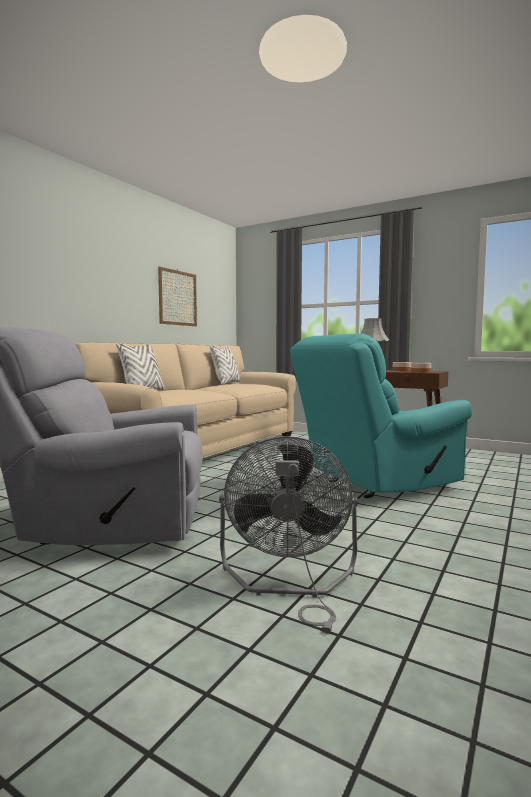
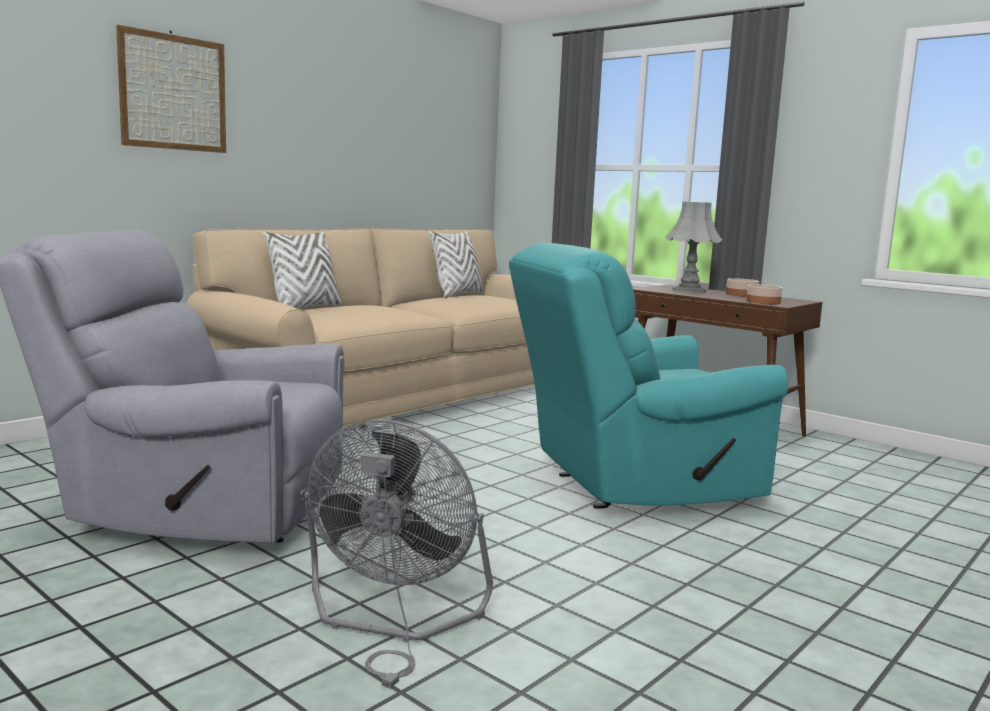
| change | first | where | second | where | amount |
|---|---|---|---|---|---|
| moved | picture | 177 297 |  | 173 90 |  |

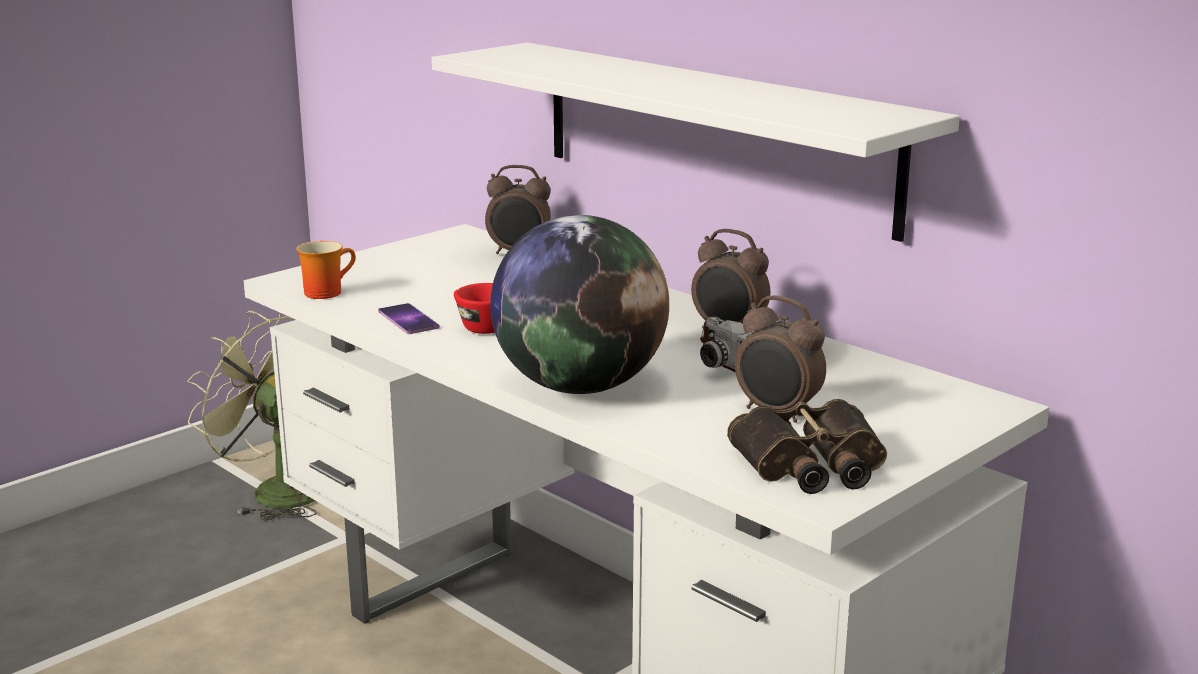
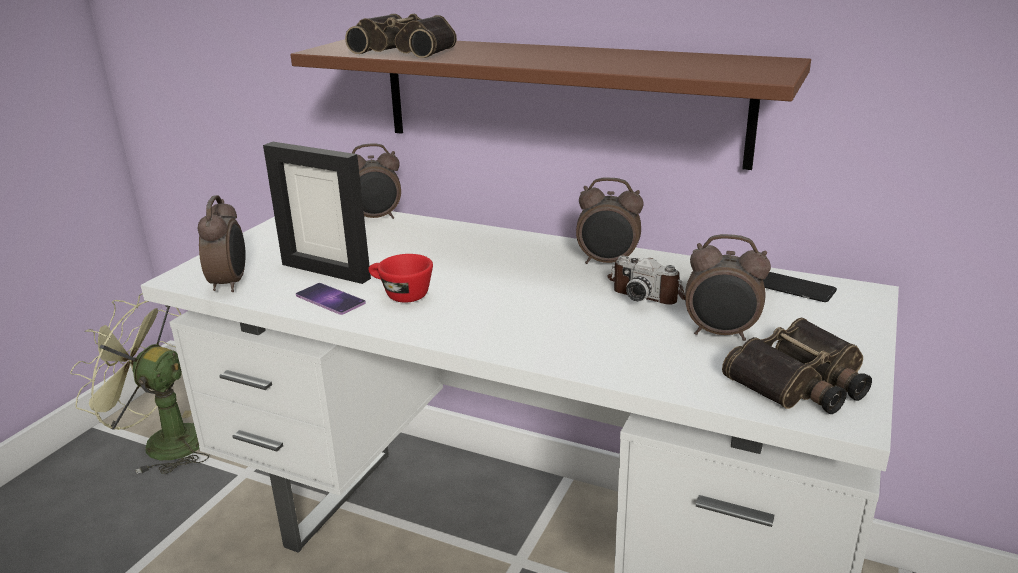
| change | first | where | second | where | amount |
|---|---|---|---|---|---|
| replaced | mug | 325 291 | alarm clock | 230 284 |  |
| added |  |  | picture frame | 327 270 |  |
| recoloured | white shelf | 713 134 | brown shelf | 558 98 |  |
| added |  |  | binoculars | 409 50 |  |
| added |  |  | phone | 795 288 |  |
| removed | globe | 580 386 |  |  |  |

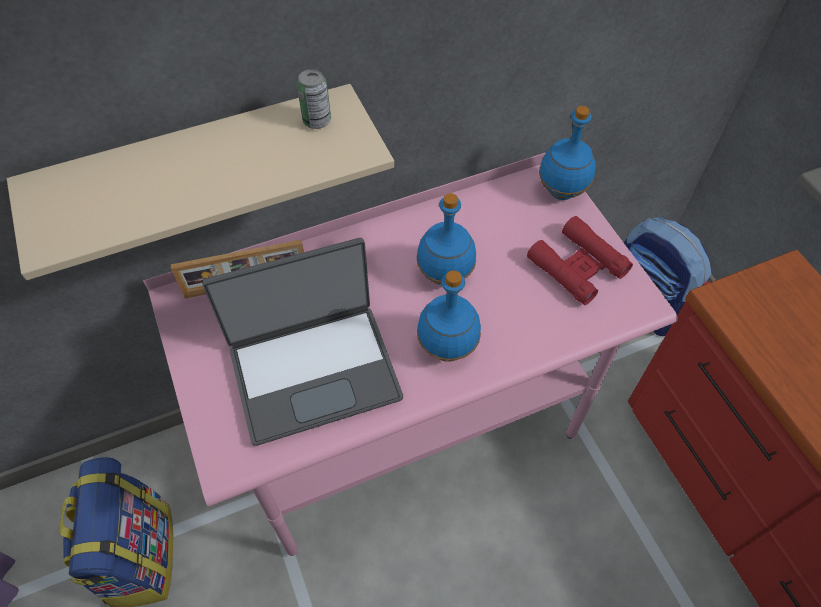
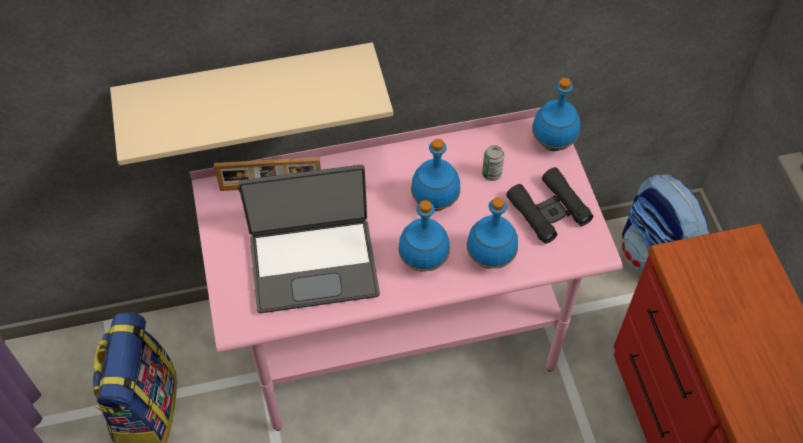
| change | first | where | second | where | amount |
|---|---|---|---|---|---|
| added |  |  | blue bottle | 491 259 |  |
| moved | can | 317 121 |  | 491 174 |  |
| recoloured | red binoculars | 577 266 | black binoculars | 548 210 |  |

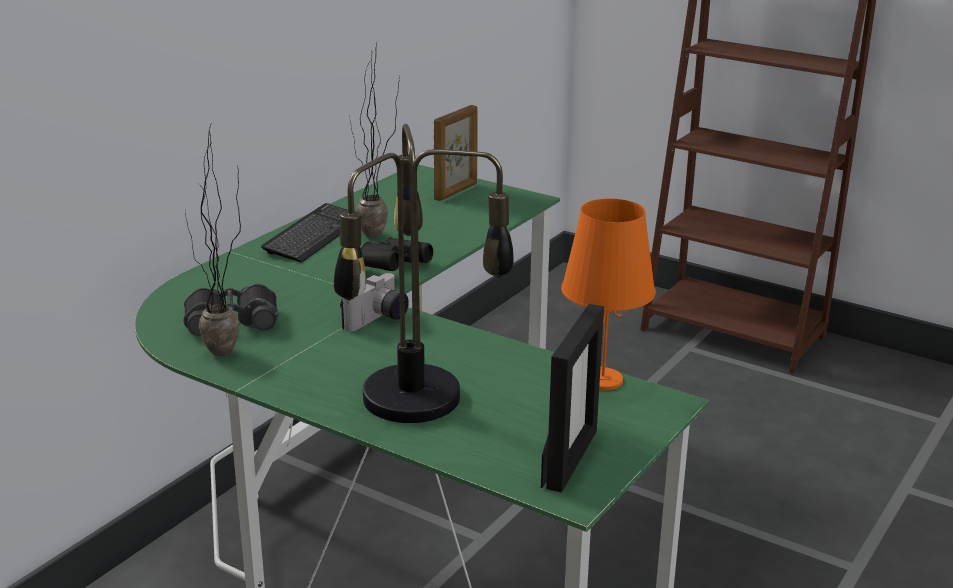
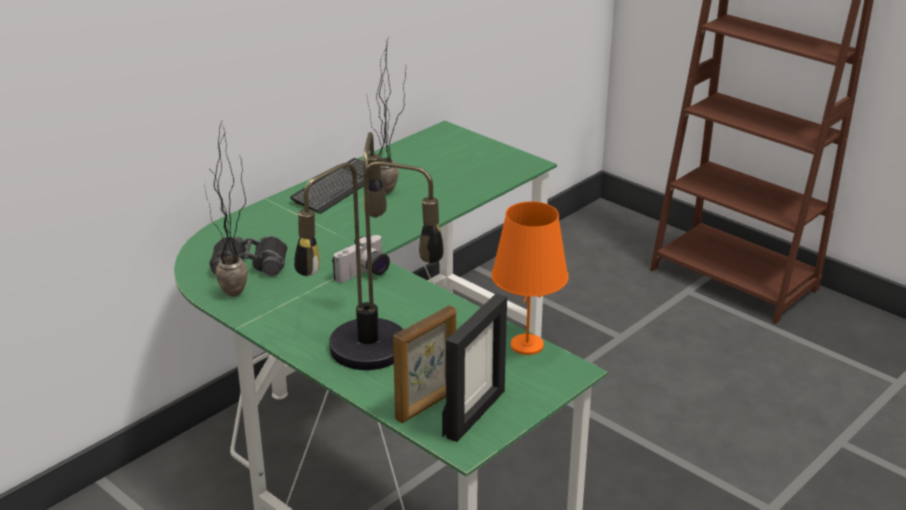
| change | first | where | second | where | amount |
|---|---|---|---|---|---|
| moved | picture frame | 456 191 |  | 427 405 |  |
| removed | black binoculars | 389 269 |  |  |  |

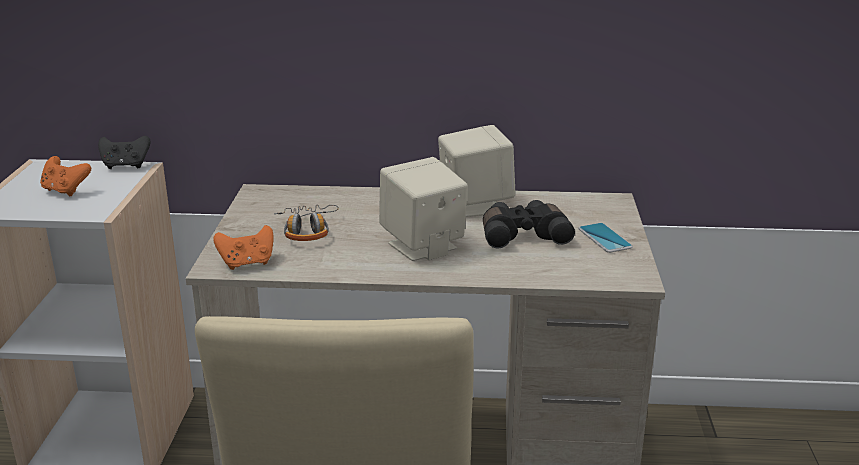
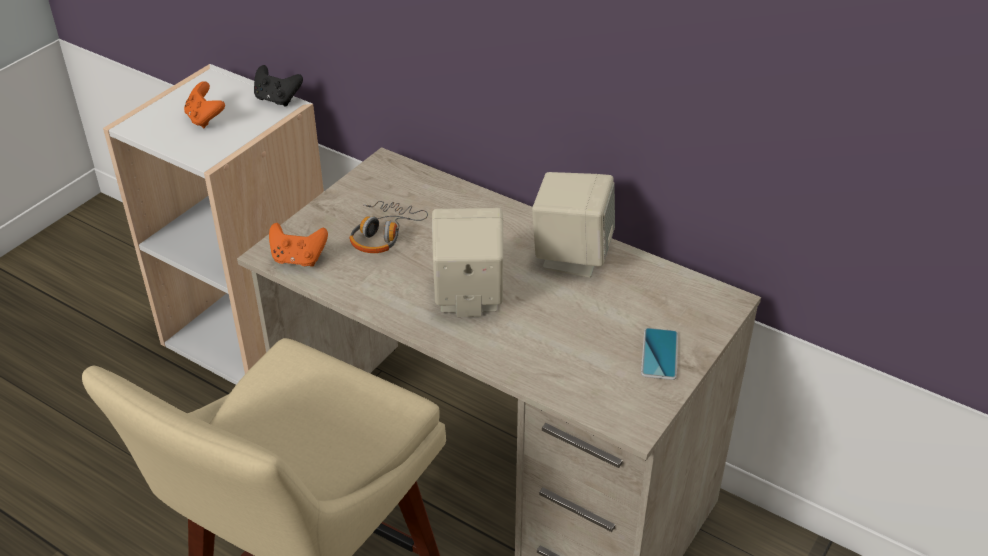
| change | first | where | second | where | amount |
|---|---|---|---|---|---|
| removed | black binoculars | 523 235 |  |  |  |

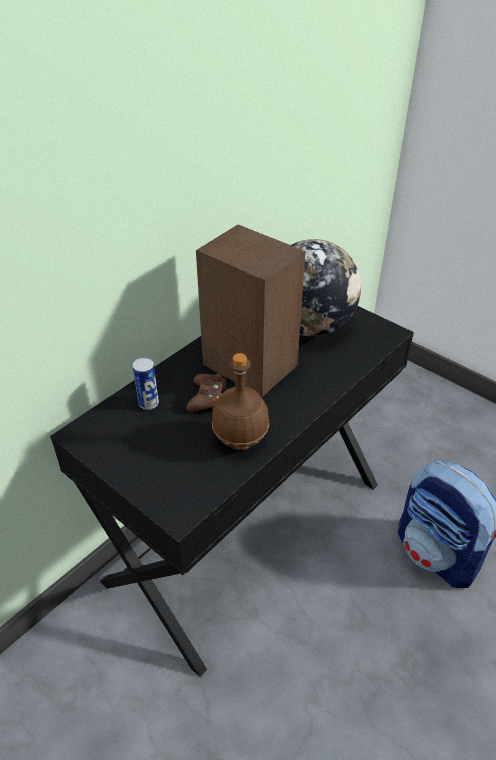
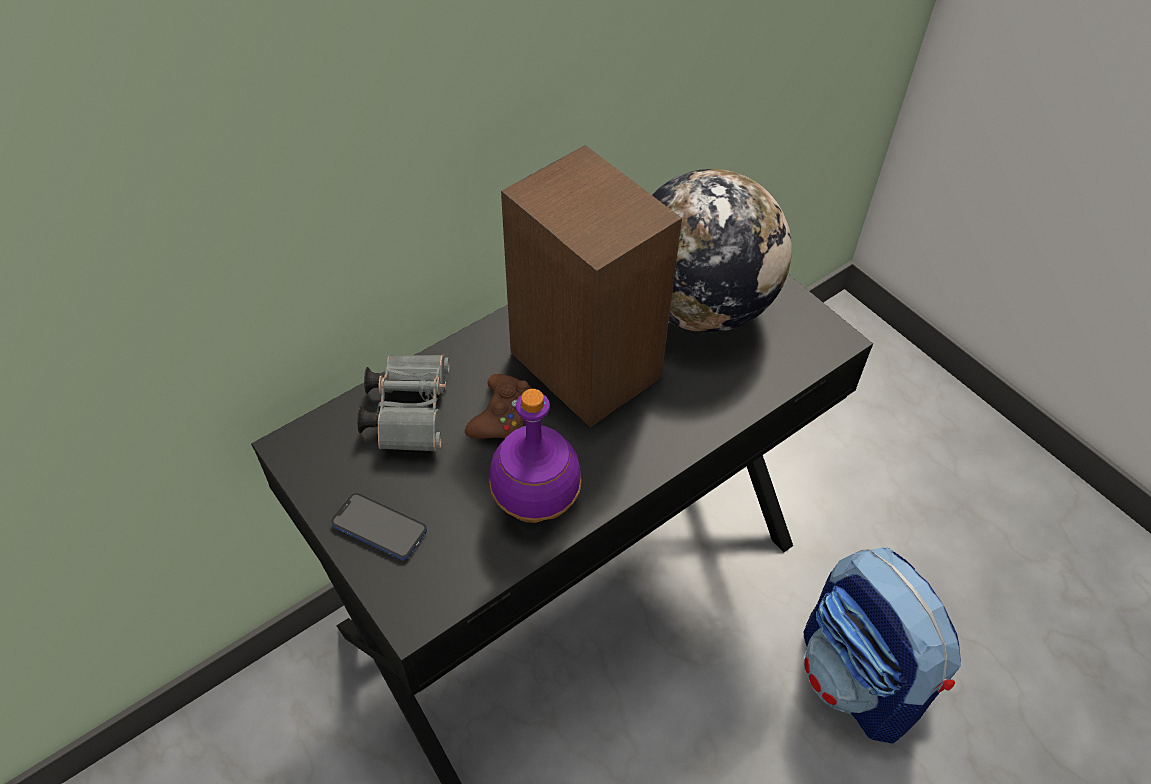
| change | first | where | second | where | amount |
|---|---|---|---|---|---|
| added |  |  | phone | 379 527 |  |
| replaced | can | 148 403 | grey binoculars | 410 411 |  |
| recoloured | brown bottle | 240 442 | purple bottle | 536 504 |  |

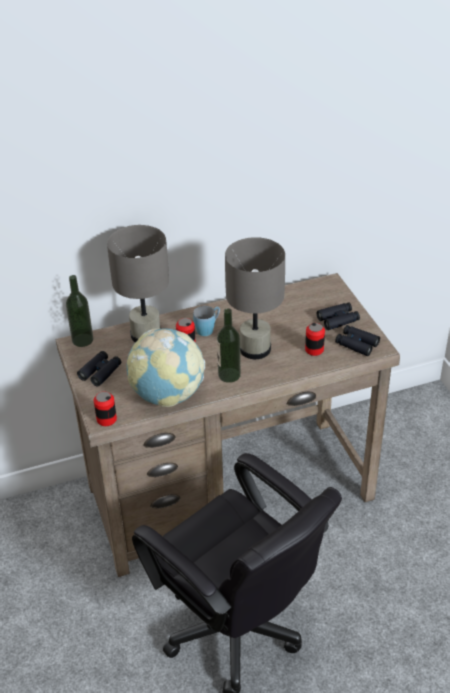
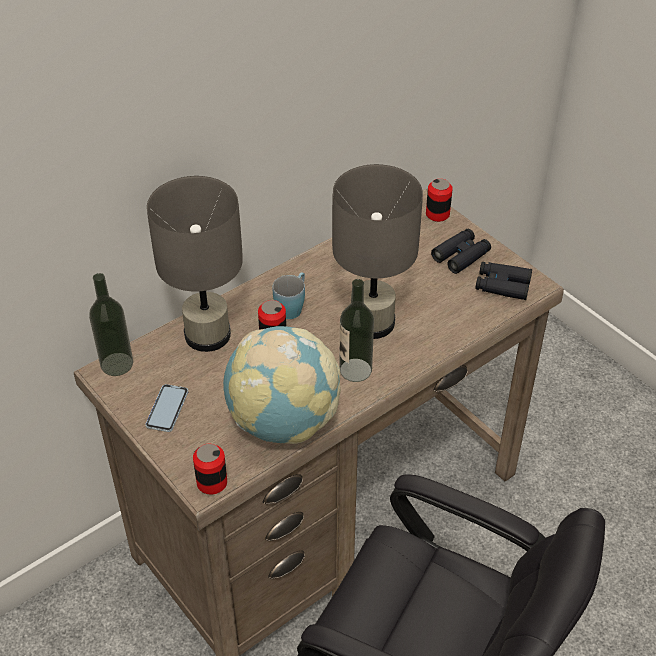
| change | first | where | second | where | amount |
|---|---|---|---|---|---|
| replaced | black binoculars | 100 372 | phone | 167 409 |  |
| moved | can | 314 350 |  | 437 214 |  |

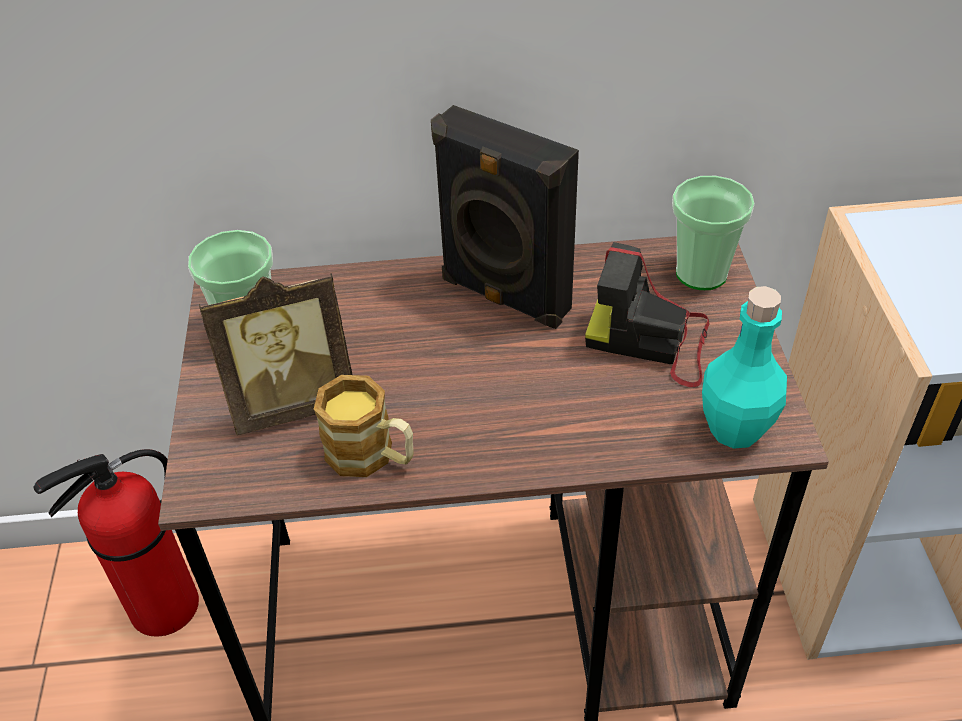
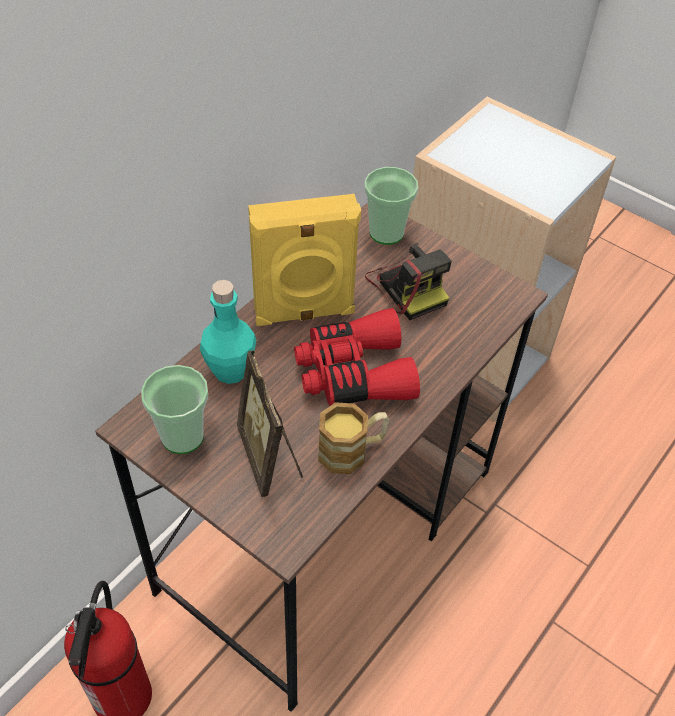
| change | first | where | second | where | amount |
|---|---|---|---|---|---|
| moved | turquoise bottle | 735 429 |  | 230 370 |  |
| turned | picture frame | 293 403 |  | 270 457 | 135 degrees clockwise |
| recoloured | black speaker | 503 297 | yellow speaker | 304 313 |  |
| added |  |  | red binoculars | 353 373 |  |
| turned | photo camera | 651 341 |  | 407 286 | 90 degrees counterclockwise |

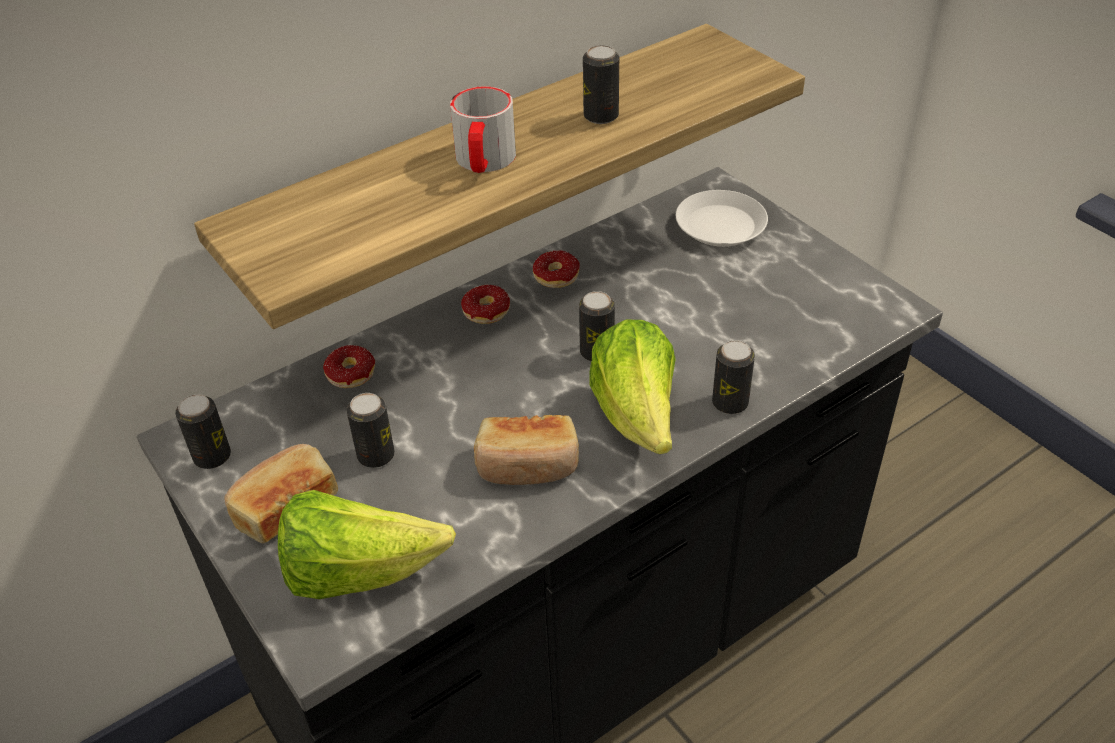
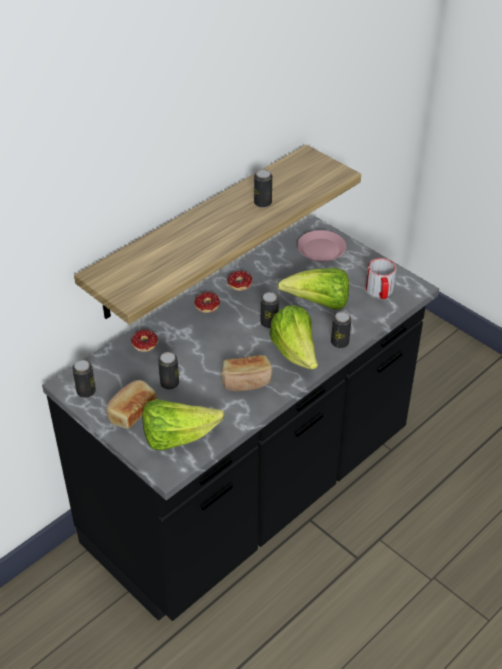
| change | first | where | second | where | amount |
|---|---|---|---|---|---|
| added |  |  | lettuce | 318 303 |  |
| recoloured | white plate | 720 226 | pink plate | 321 250 |  |
| moved | mug | 484 162 |  | 380 292 |  |

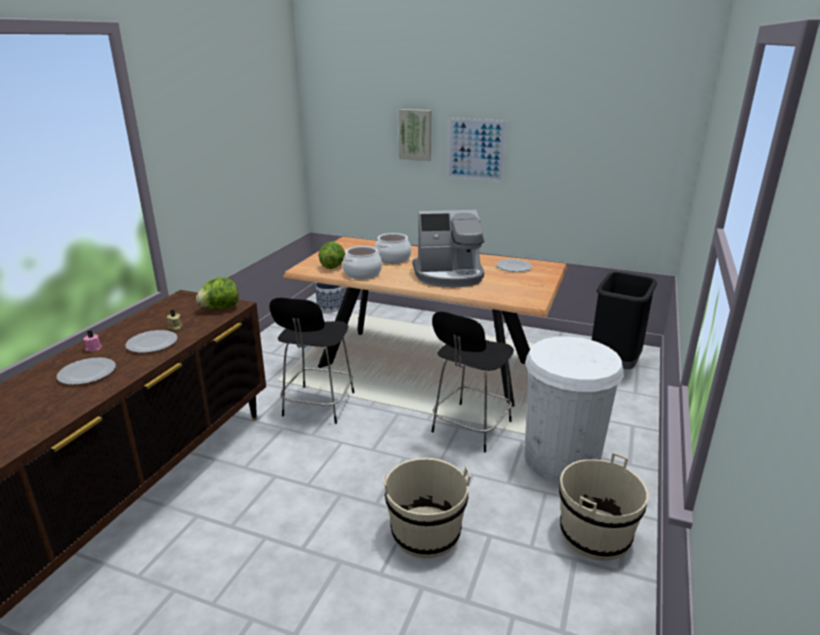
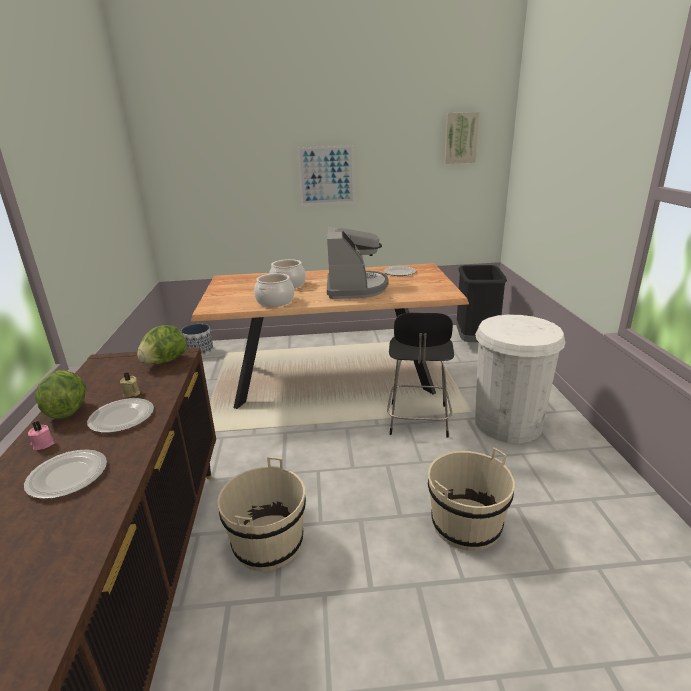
| change | first | where | second | where | amount |
|---|---|---|---|---|---|
| moved | lettuce | 332 266 |  | 67 411 |  |
| moved | beige bucket | 594 534 |  | 268 543 |  |
| turned | coffee machine | 449 275 |  | 355 288 | 60 degrees counterclockwise |
| moved | picture | 415 134 |  | 460 138 |  |
| removed | black chair | 318 406 |  |  |  |

